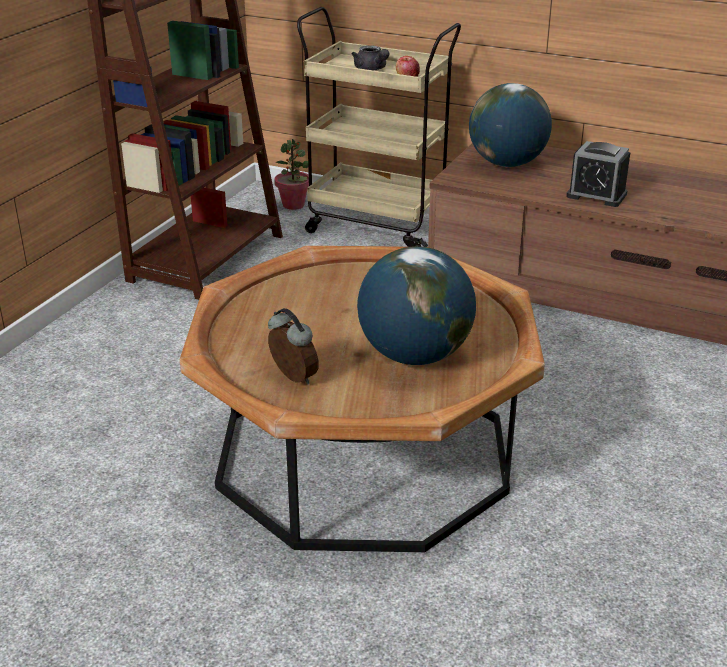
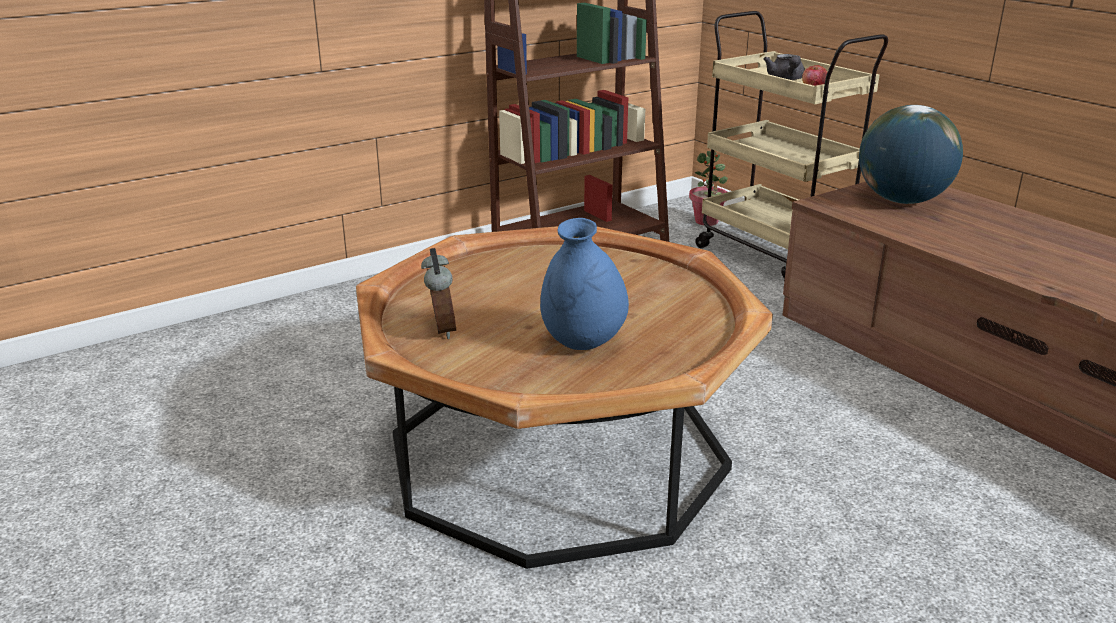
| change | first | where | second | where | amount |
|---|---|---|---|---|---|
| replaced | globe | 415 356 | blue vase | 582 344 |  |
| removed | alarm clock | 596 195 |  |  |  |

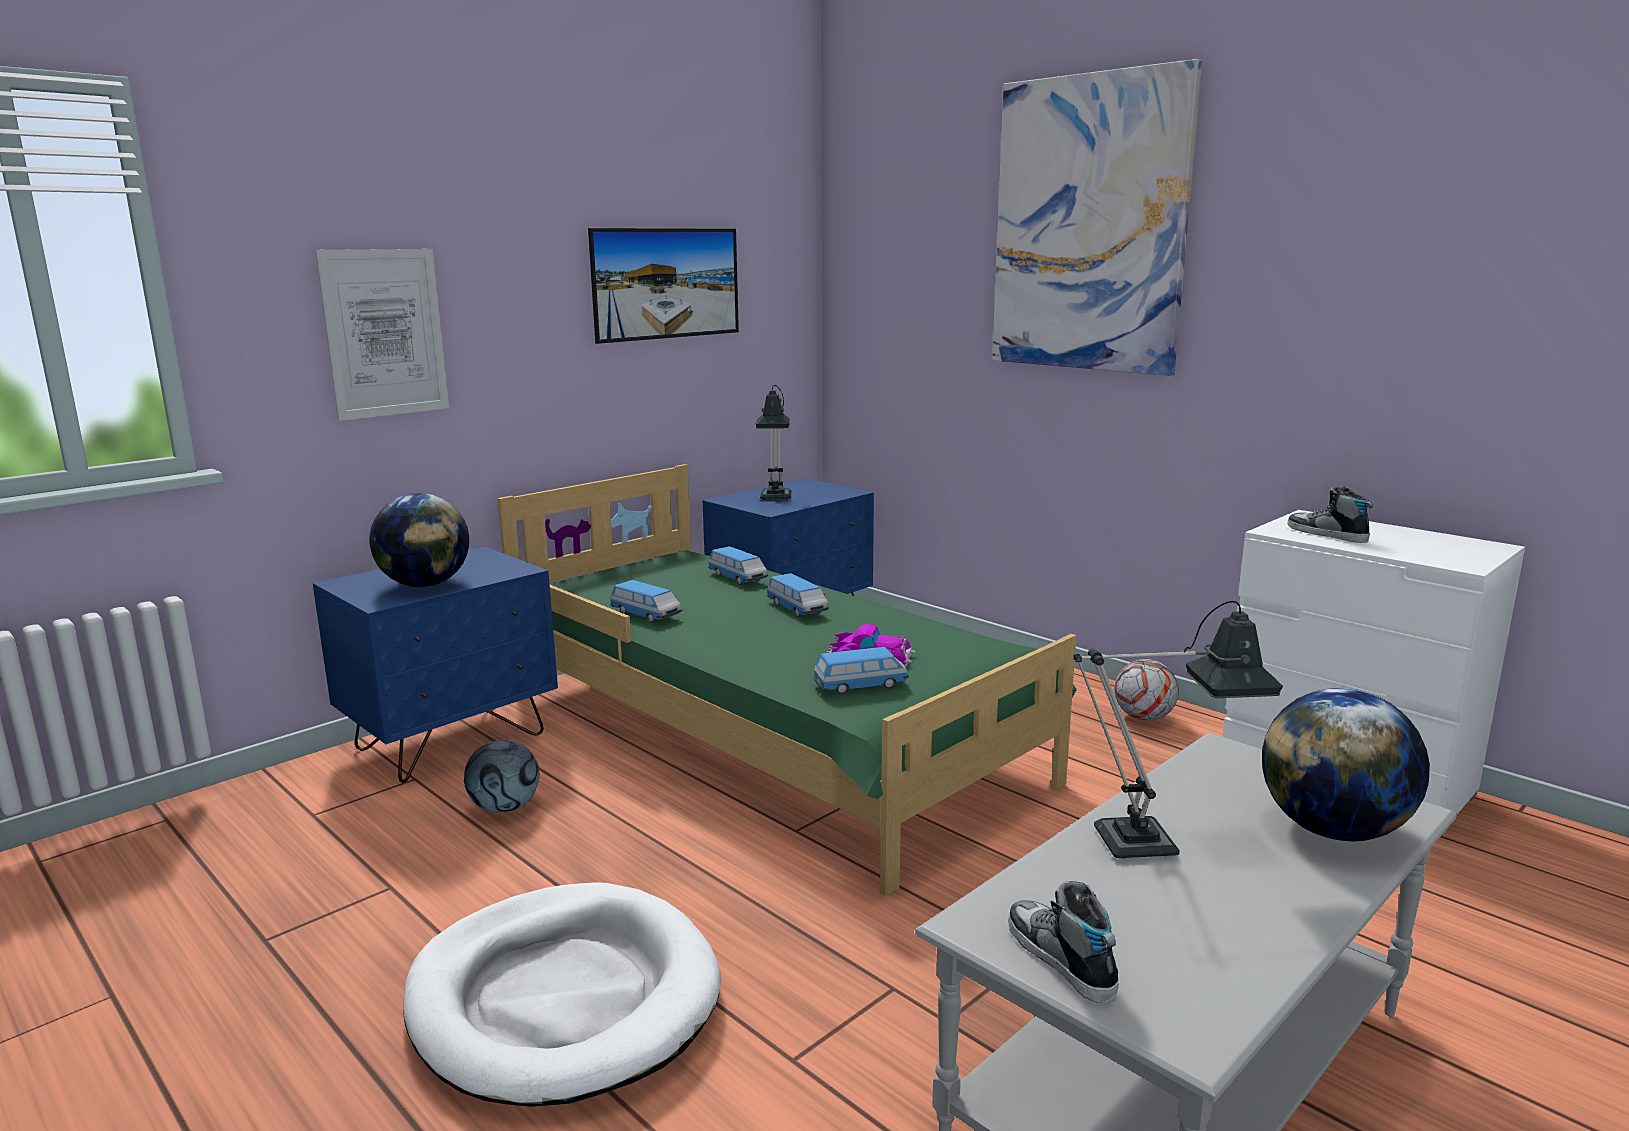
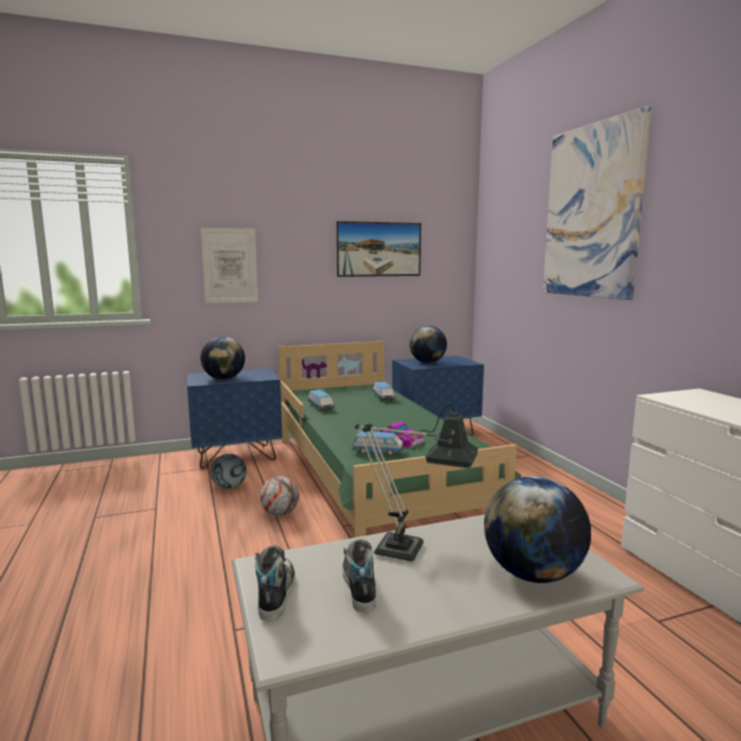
| change | first | where | second | where | amount |
|---|---|---|---|---|---|
| moved | football | 1144 718 |  | 280 513 |  |
| moved | shoe | 1327 534 |  | 359 586 |  |
| replaced | table lamp | 775 499 | globe | 427 362 |  |
| removed | white dog bed | 564 999 |  |  |  |
| removed | toy car | 797 609 |  |  |  |

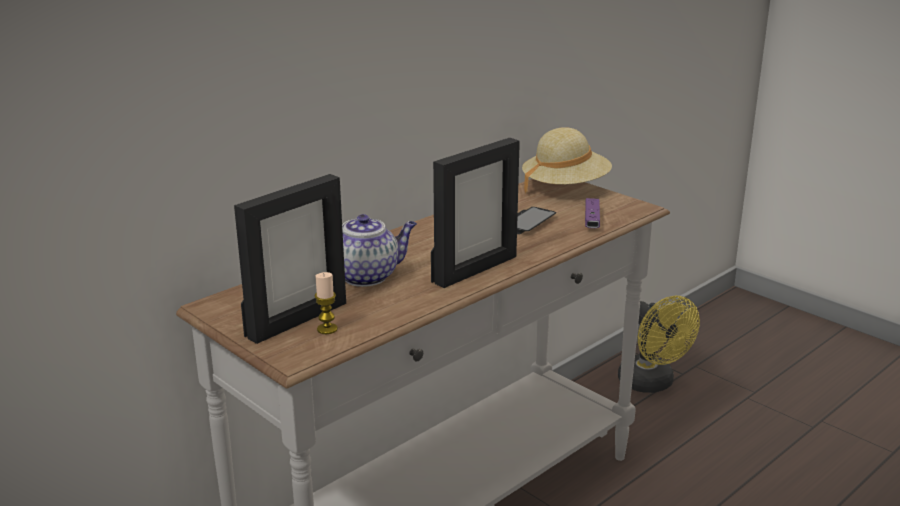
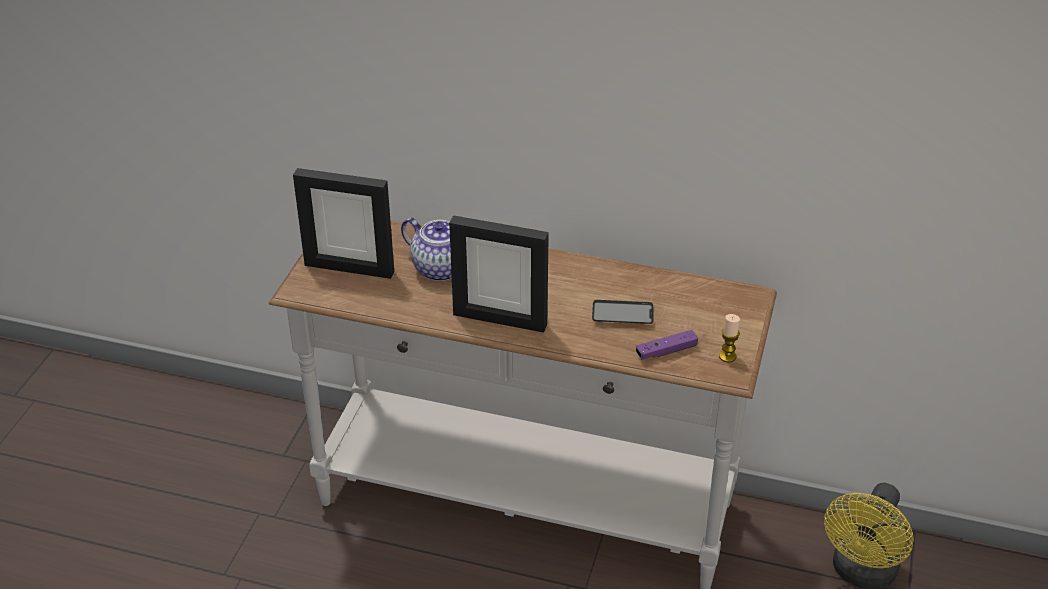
| change | first | where | second | where | amount |
|---|---|---|---|---|---|
| moved | candle | 327 329 |  | 727 356 |  |
| removed | beige hat | 565 187 |  |  |  |

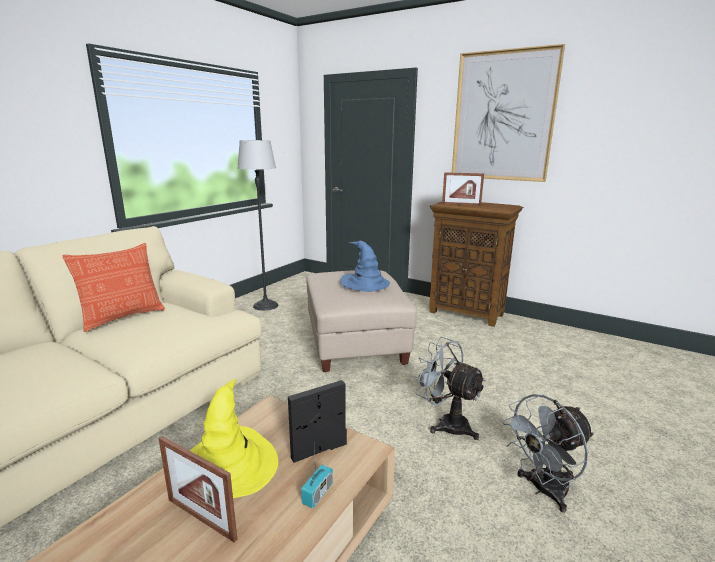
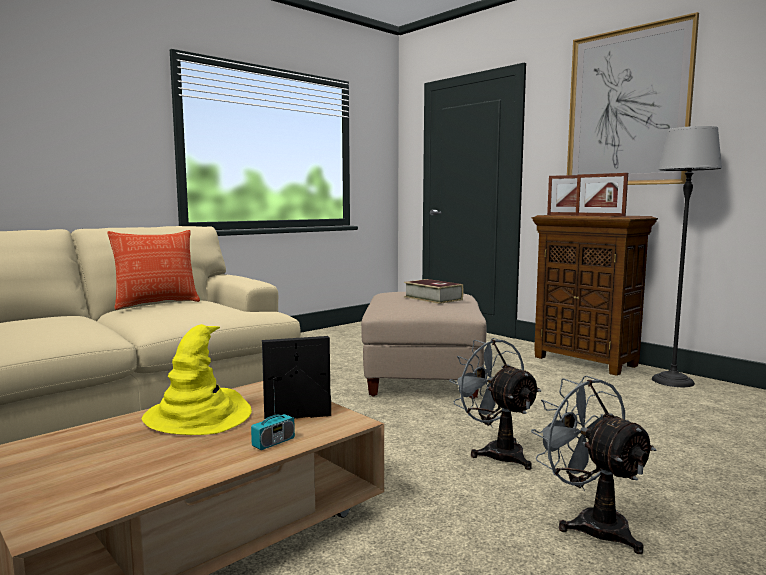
| change | first | where | second | where | amount |
|---|---|---|---|---|---|
| replaced | blue hat | 365 284 | book | 433 298 |  |
| turned | grey fan | 543 490 |  | 591 523 | 75 degrees clockwise |
| moved | picture frame | 201 518 |  | 599 216 |  |
| moved | floor lamp | 266 305 |  | 673 381 |  |

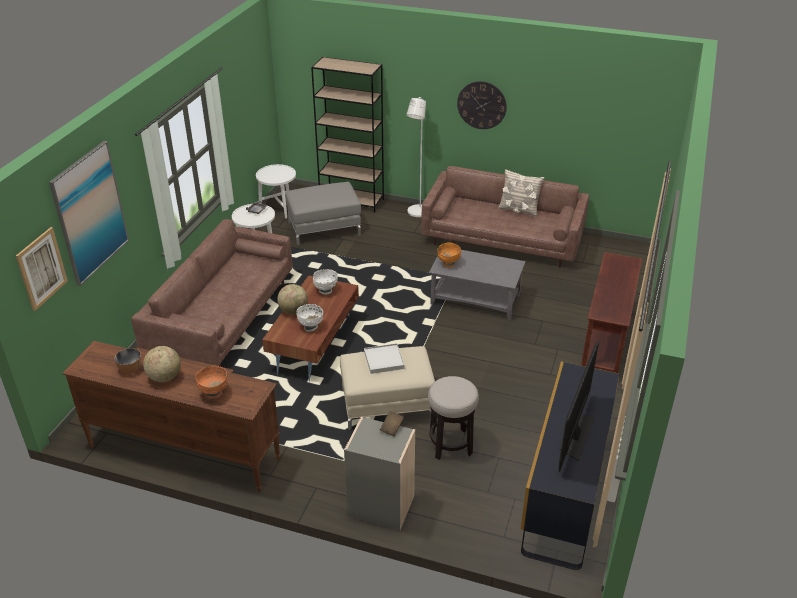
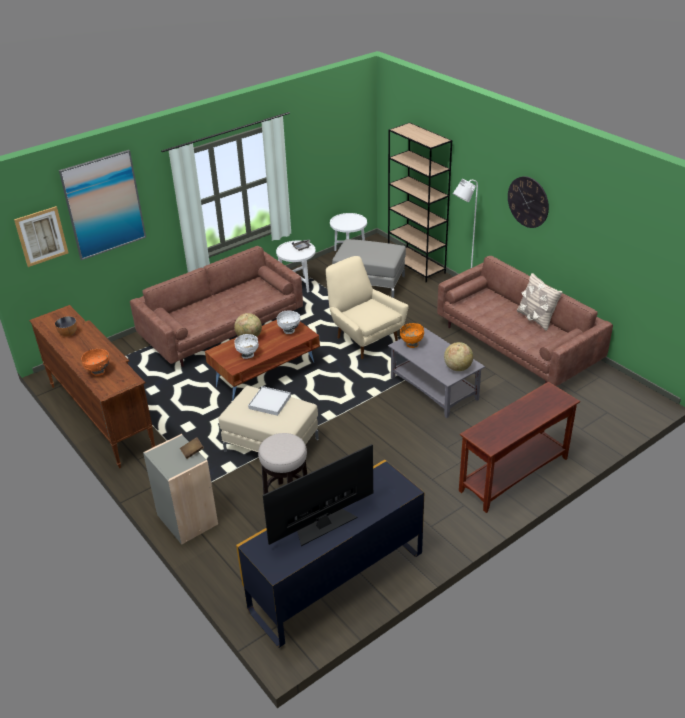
| change | first | where | second | where | amount |
|---|---|---|---|---|---|
| added |  |  | beige armchair | 363 339 |  |
| moved | globe | 164 377 |  | 457 368 |  |

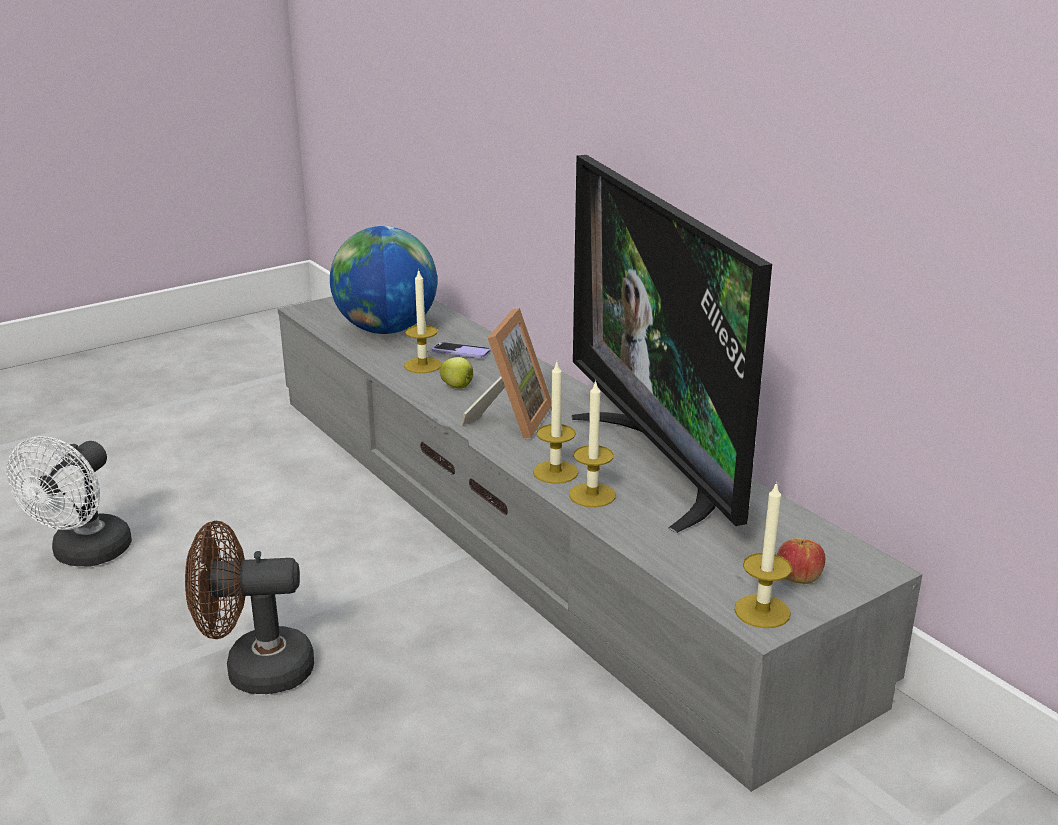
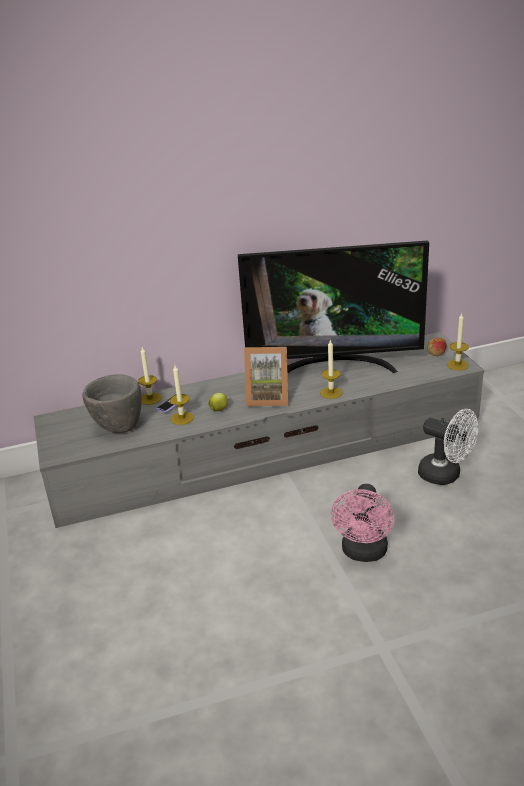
| change | first | where | second | where | amount |
|---|---|---|---|---|---|
| replaced | globe | 386 330 | grey bowl | 118 427 |  |
| moved | candle | 592 495 |  | 150 398 |  |
| turned | picture frame | 511 418 |  | 268 398 | 150 degrees clockwise |
| recoloured | brown fan | 255 670 | pink fan | 364 553 |  |
| moved | white fan | 85 555 |  | 446 475 |  |

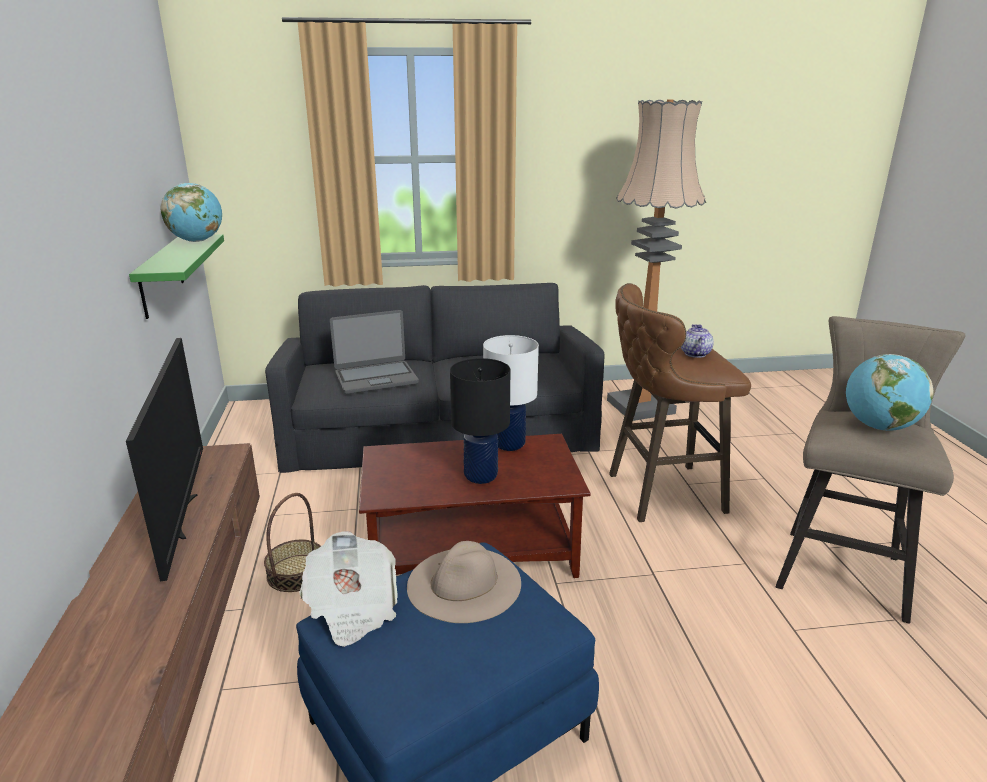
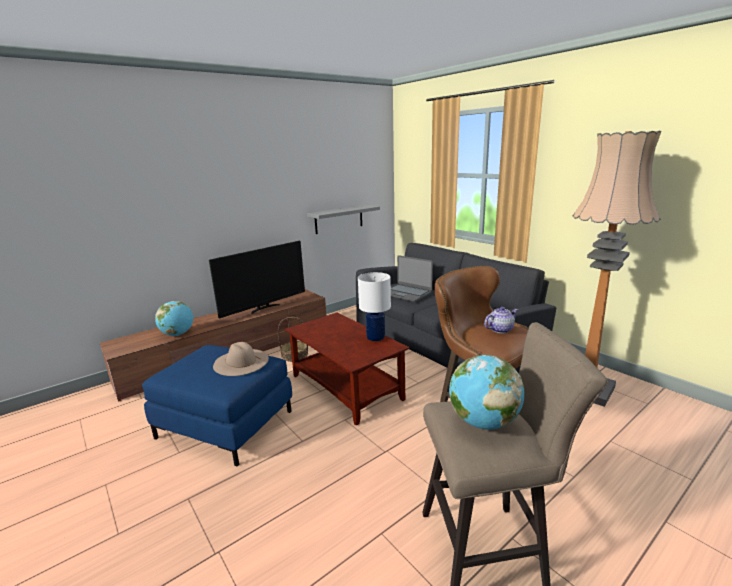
| change | first | where | second | where | amount |
|---|---|---|---|---|---|
| moved | globe | 197 241 |  | 178 334 |  |
| recoloured | green shelf | 161 276 | grey shelf | 339 219 |  |
| removed | newspaper | 352 608 |  |  |  |
| removed | black table lamp | 480 478 |  |  |  |

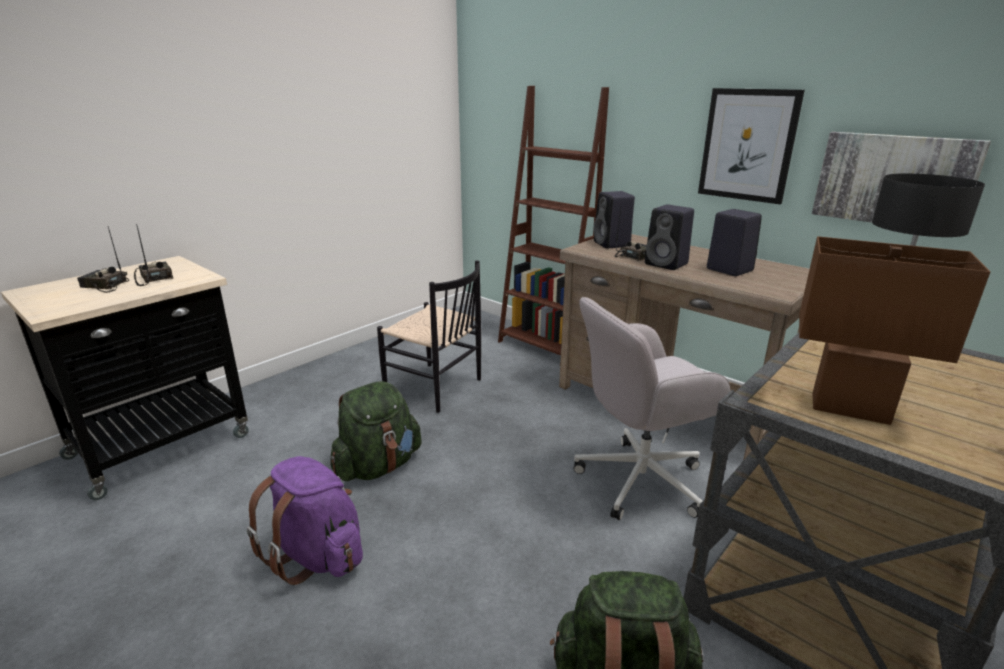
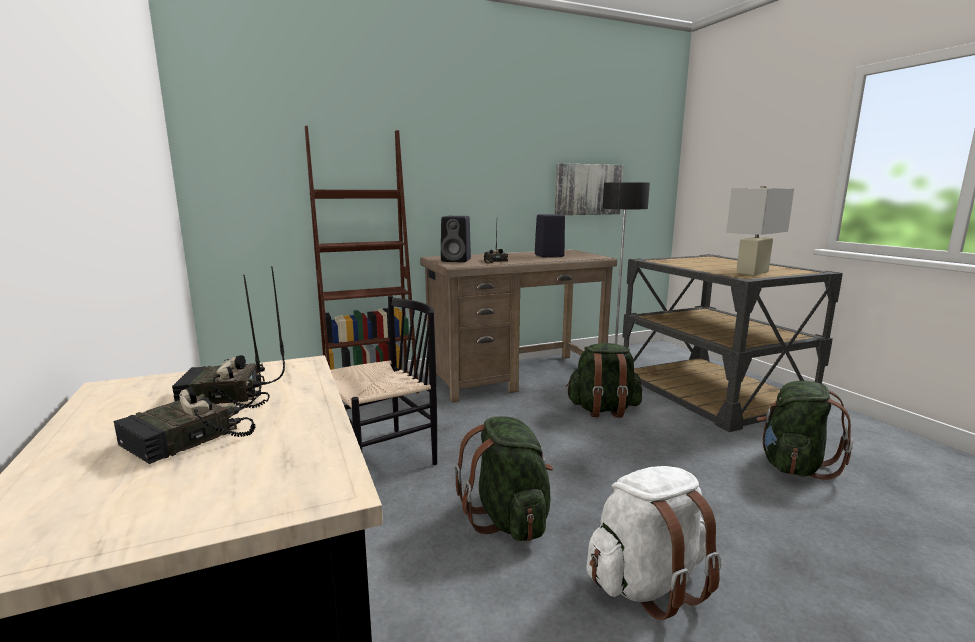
| change | first | where | second | where | amount |
|---|---|---|---|---|---|
| replaced | grey office chair | 639 481 | green backpack | 603 410 |  |
| recoloured | purple backpack | 317 555 | white backpack | 647 584 |  |
| recoloured | brown table lamp | 849 409 | white table lamp | 752 272 |  |
| removed | black speaker | 667 264 |  |  |  |
| removed | picture | 748 145 |  |  |  |

